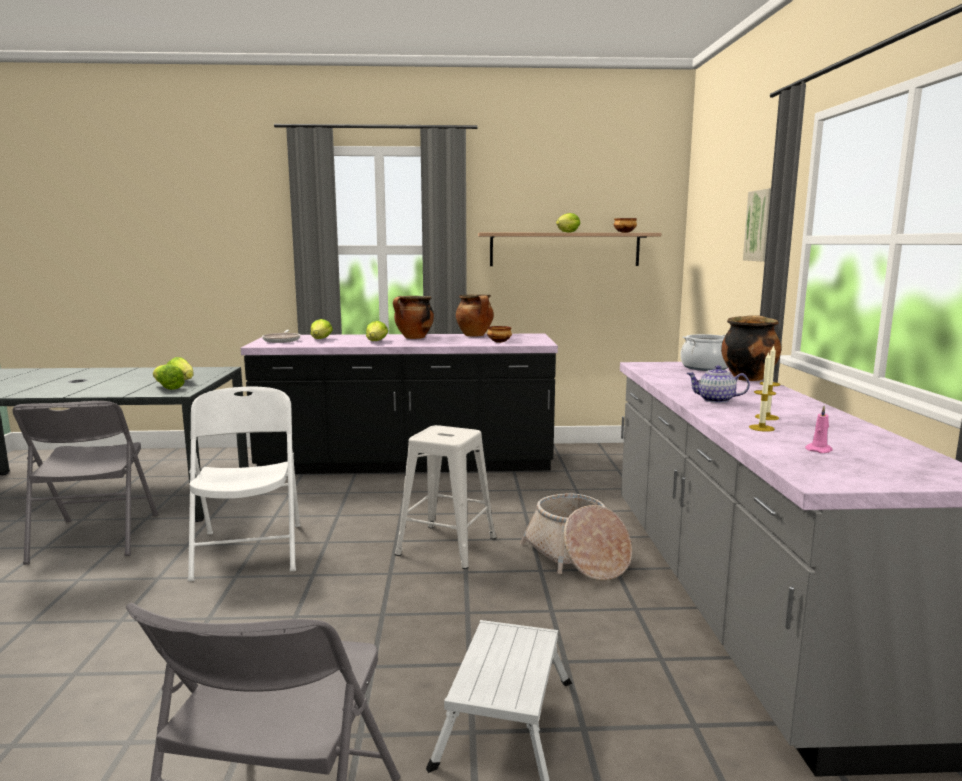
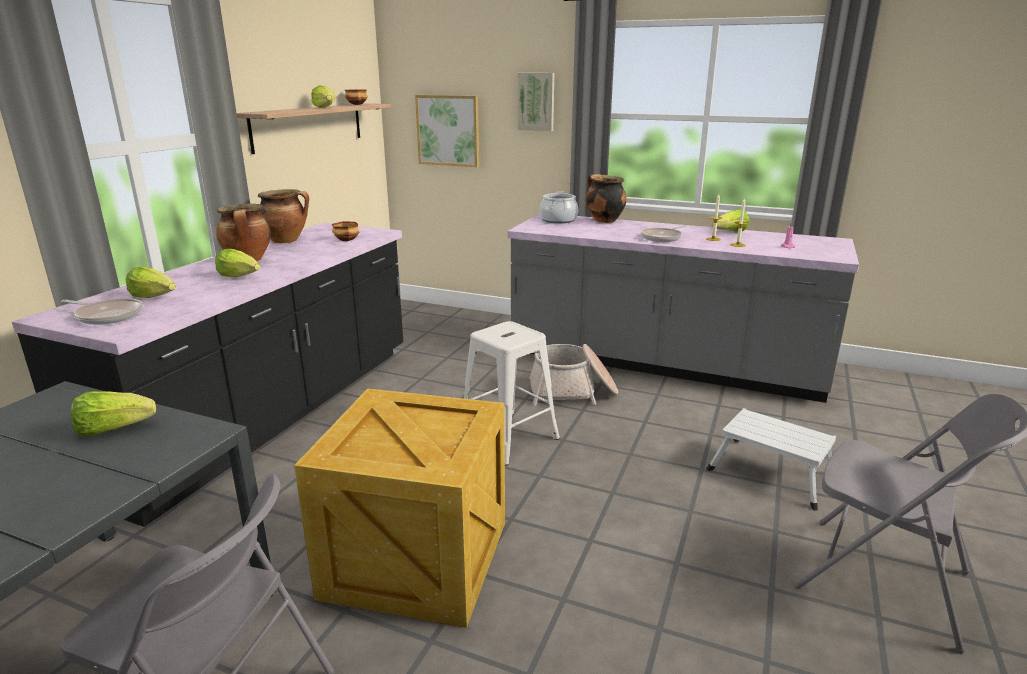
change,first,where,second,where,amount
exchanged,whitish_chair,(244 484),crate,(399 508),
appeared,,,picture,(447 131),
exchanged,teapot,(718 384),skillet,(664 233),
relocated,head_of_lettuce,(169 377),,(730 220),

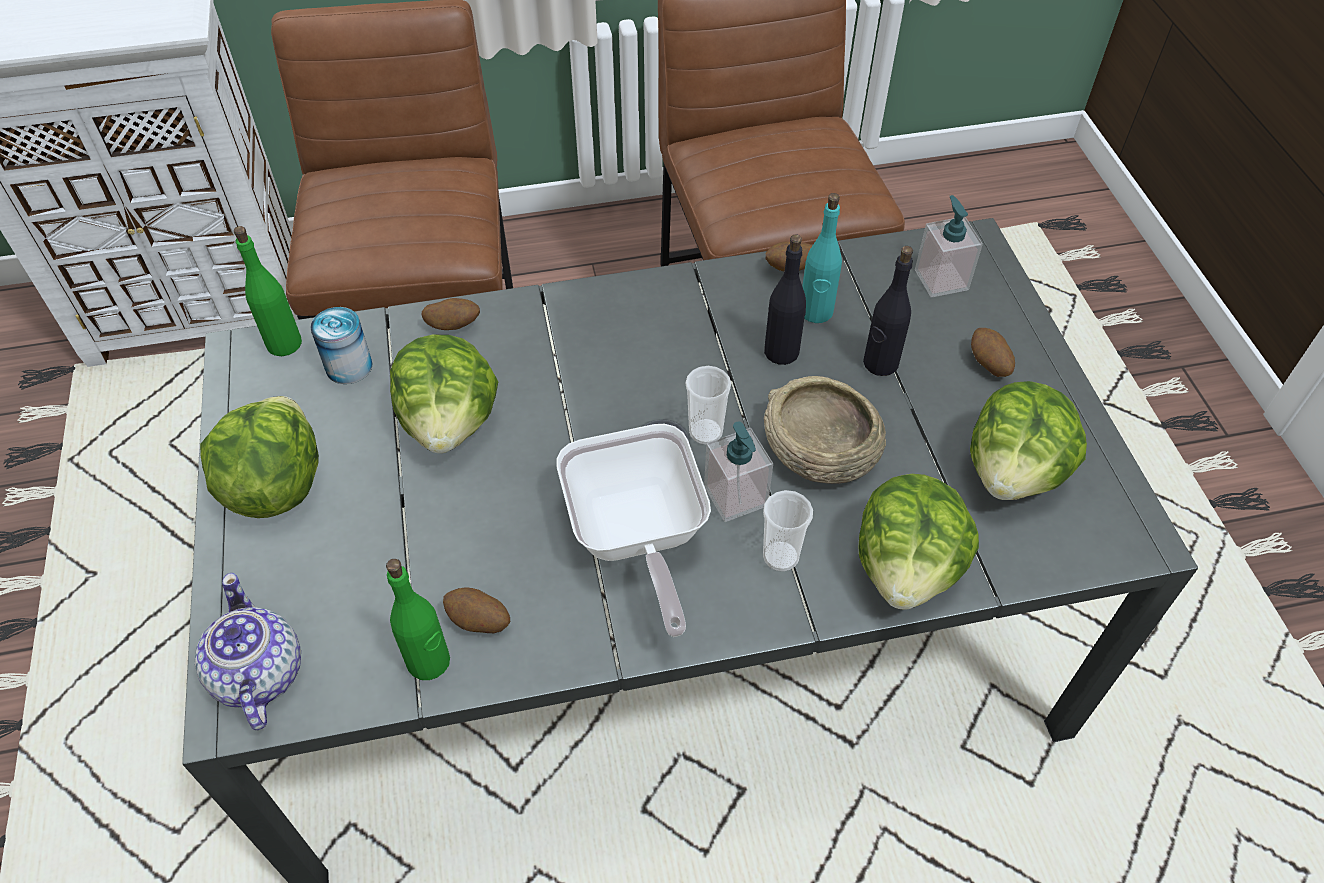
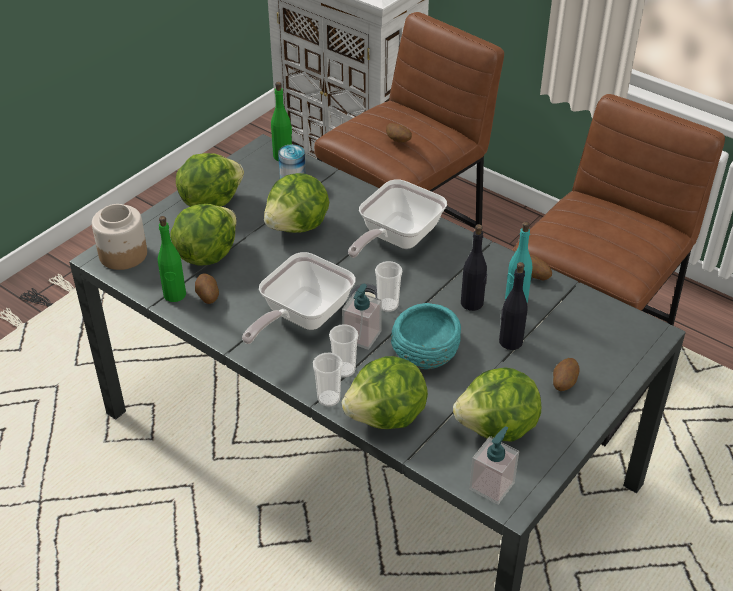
change,first,where,second,where,amount
exchanged,teapot,(247 651),jar,(119 237),
appeared,,,head_of_lettuce,(203 235),
appeared,,,small_cup,(328 380),
appeared,,,skillet,(397 218),
relocated,whole_potato,(451 314),,(399 133),
colour,beige-coloured_serving_bowl,(825 430),turquoise-coloured_serving_bowl,(426 336),
relocated,liquid_soap_bottle,(949 246),,(494 465),

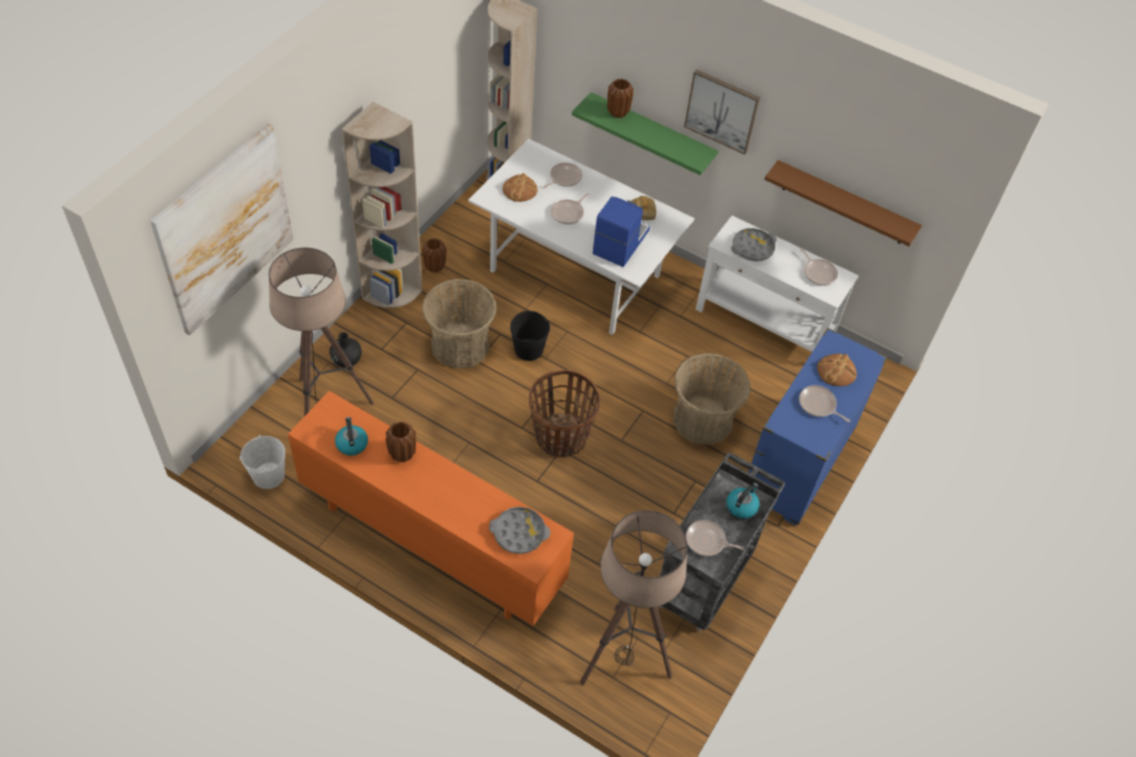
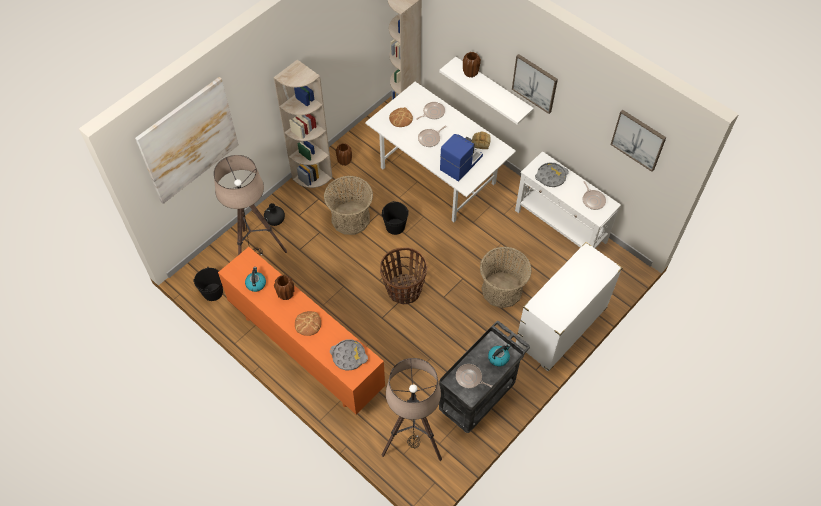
change,first,where,second,where,amount
colour,whitish_bucket,(262 462),black-coloured_bucket,(208 284),
relocated,bakery_bread,(837 370),,(308 323),
colour,greenish_bracket_shelf,(645 133),whitish_bracket_shelf,(486 91),
colour,blue-coloured_drawer_chest,(818 427),whitish_drawer_chest,(569 306),
appeared,,,picture,(638 141),
missing,brown-coloured_bracket_shelf,(843 203),,,
missing,skillet,(824 403),,,

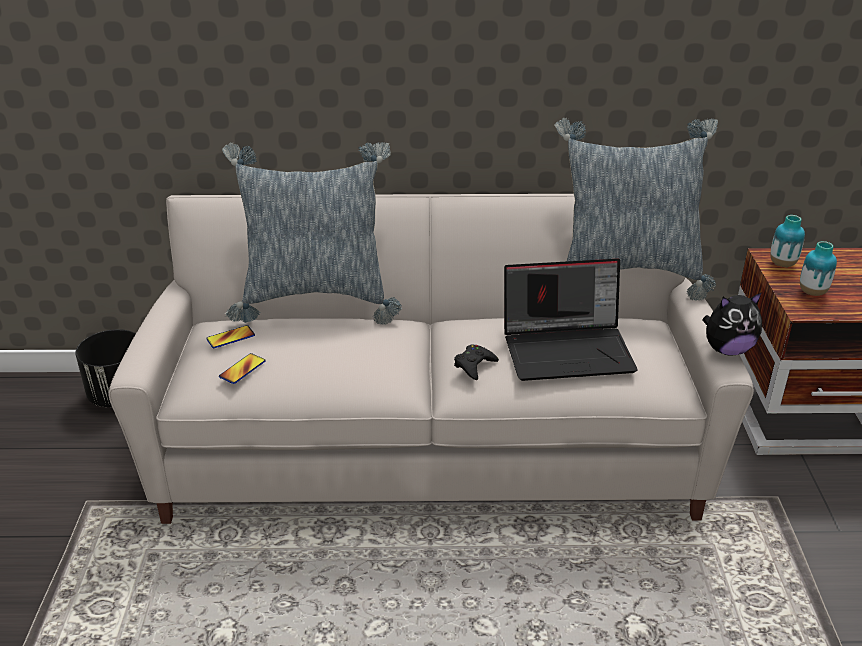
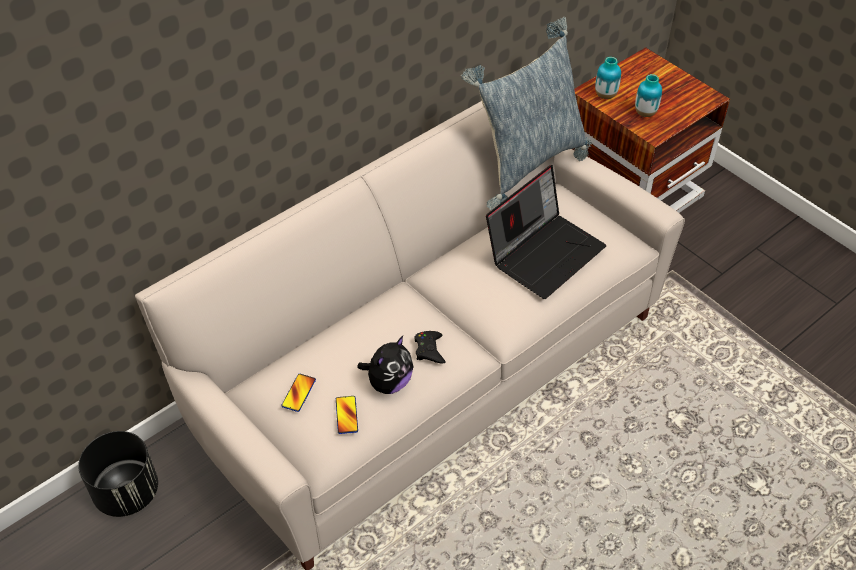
change,first,where,second,where,amount
relocated,cuddly_toy,(732 323),,(385 365),
relocated,black-coloured_joypad,(476 362),,(429 347),
missing,throw_pillow,(312 233),,,

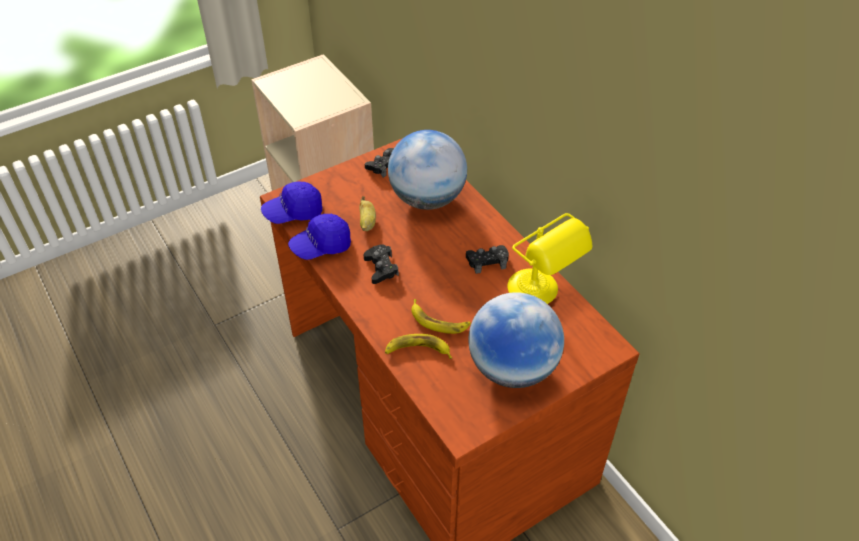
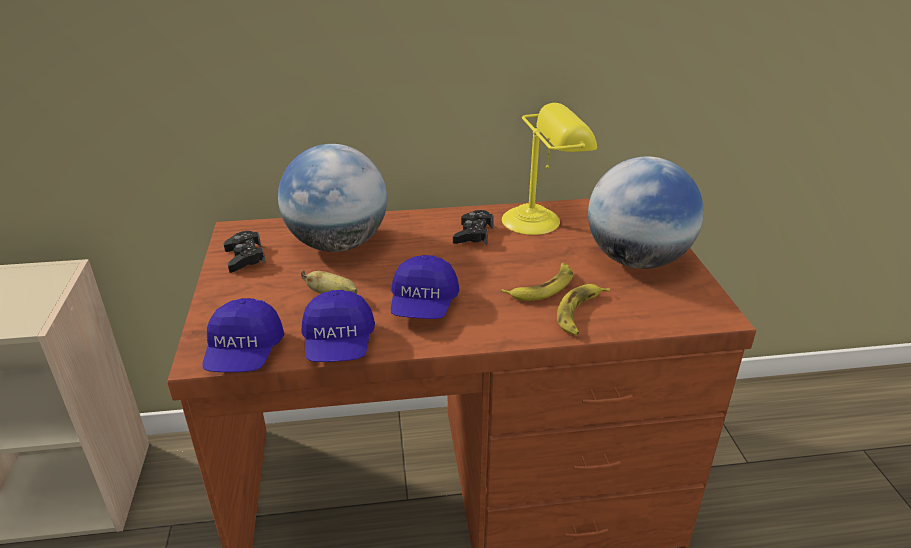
change,first,where,second,where,amount
exchanged,black-coloured_joypad,(381 264),blue-coloured_cap,(425 287),

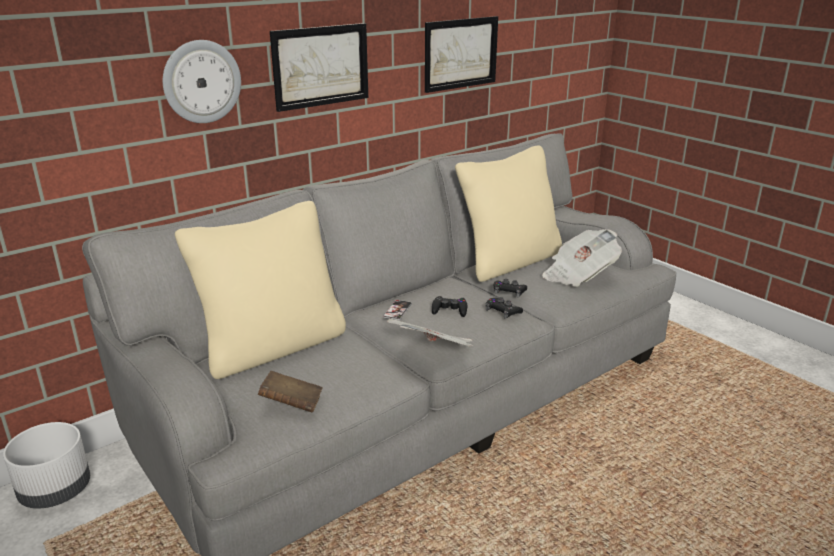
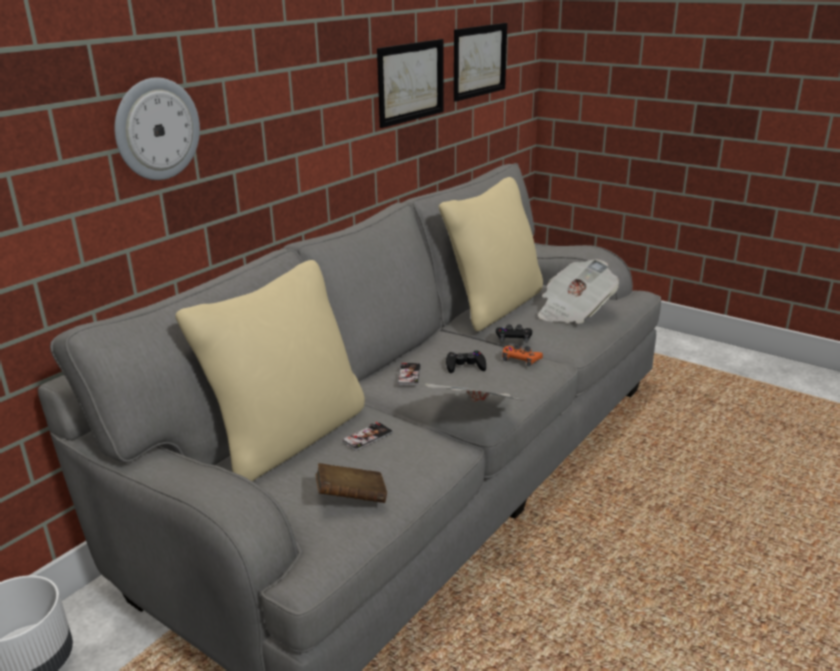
change,first,where,second,where,amount
appeared,,,handset,(367 436),
relocated,picture,(319 67),,(480 62),
colour,black-coloured_joypad,(504 308),orange_joypad,(523 355),

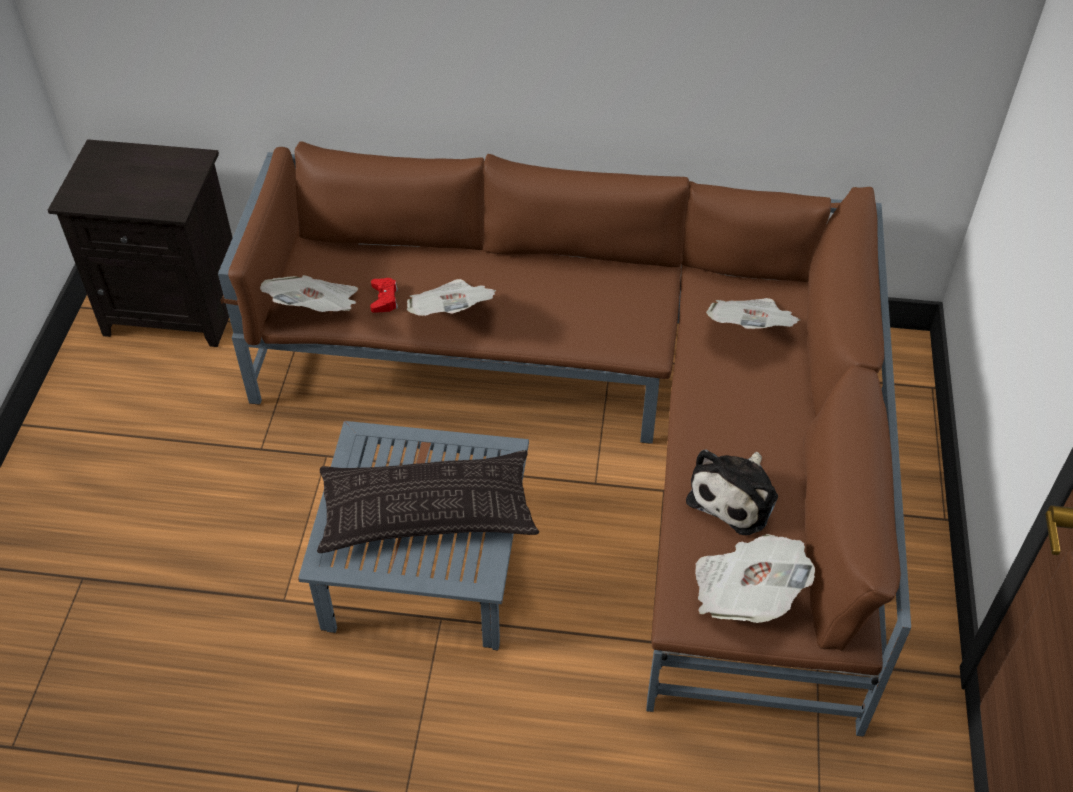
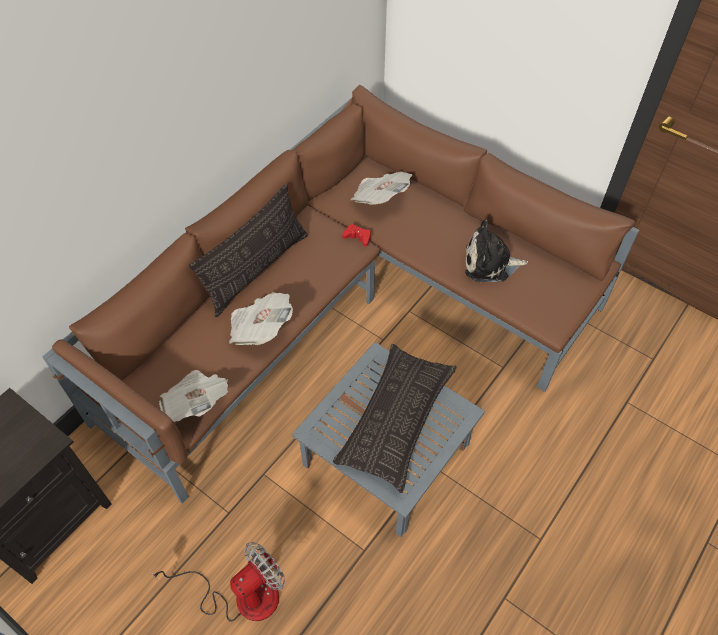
change,first,where,second,where,amount
appeared,,,cooling_fan,(217 582),
appeared,,,throw_pillow,(248 250),
relocated,red_joypad,(384 295),,(356 235),
spun,cuddly_toy,(732 492),,(496 251),120 degrees clockwise
missing,daily_paper,(755 578),,,

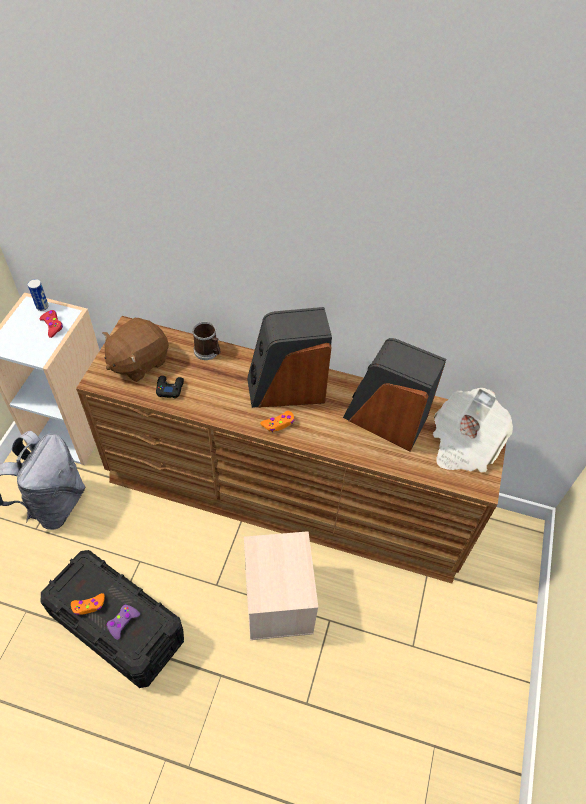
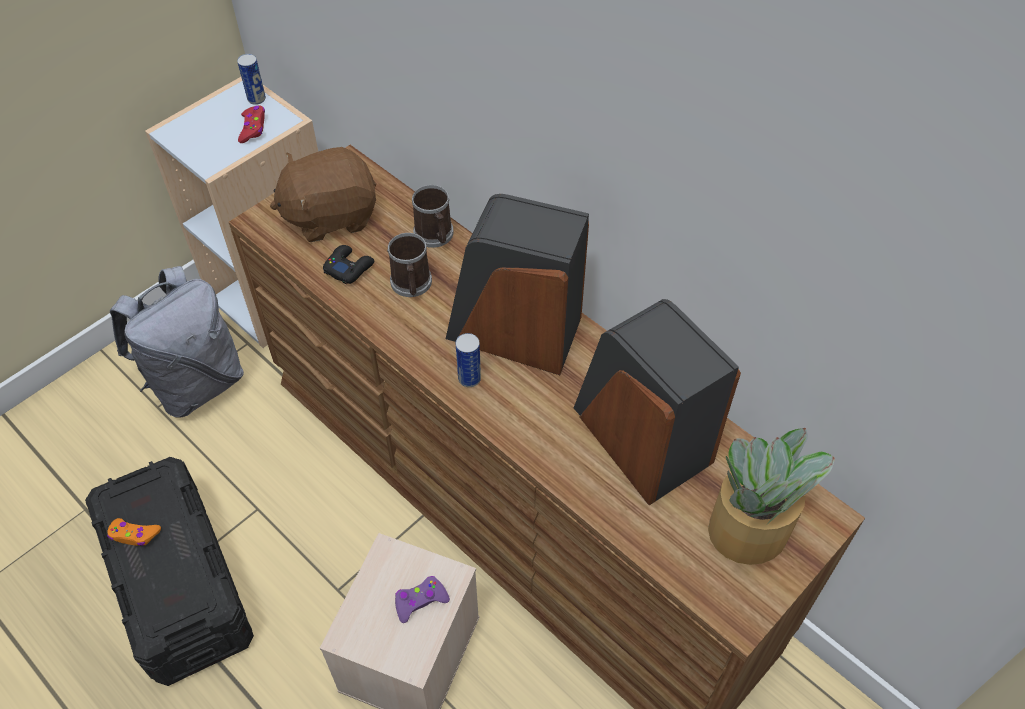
change,first,where,second,where,amount
appeared,,,coffee_mug,(409 265),
relocated,purple_joypad,(123 622),,(422 599),
exchanged,orange_joypad,(277 421),sealed_can,(468 360),
exchanged,daily_paper,(473 430),potted_plant,(771 496),

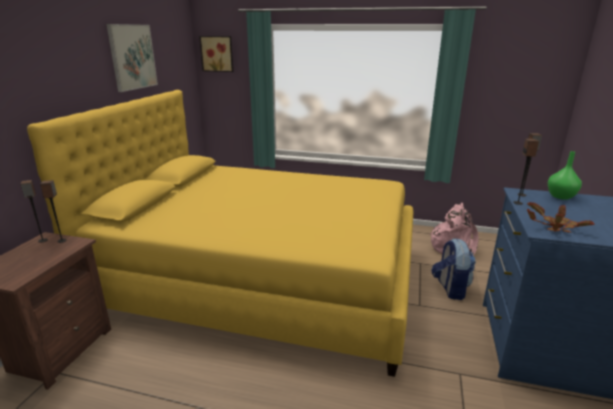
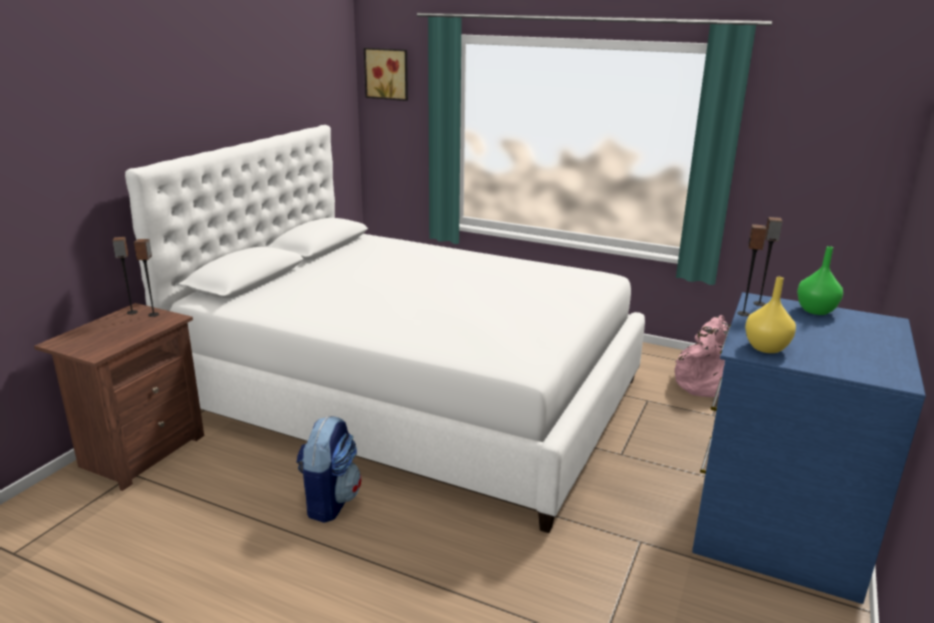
change,first,where,second,where,amount
colour,yellow-coloured_bedroom_bed,(220 233),whitish_bedroom_bed,(385 329),
relocated,knapsack,(453 269),,(329 469),
exchanged,potted_plant,(560 217),yellow-coloured_flower_vase,(770 315),
missing,picture,(132 58),,,

